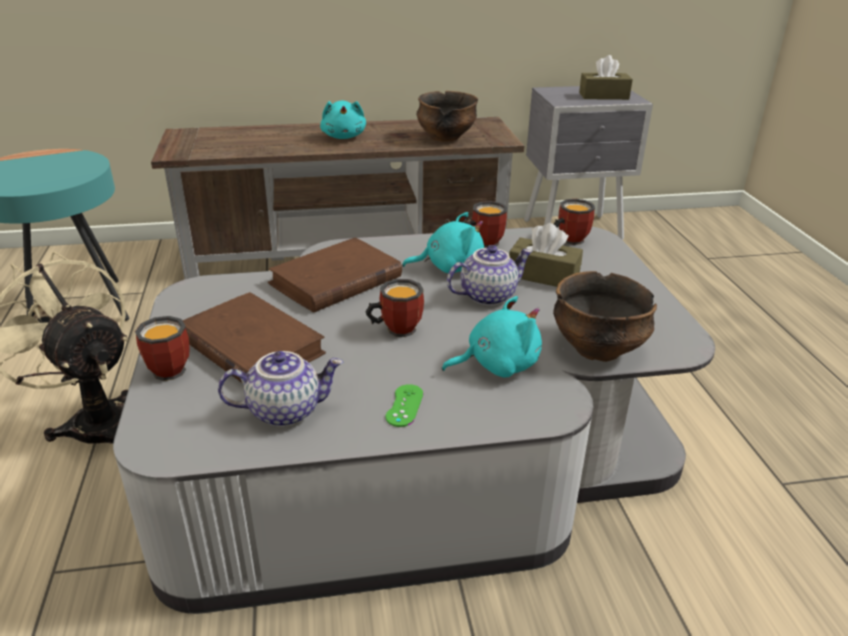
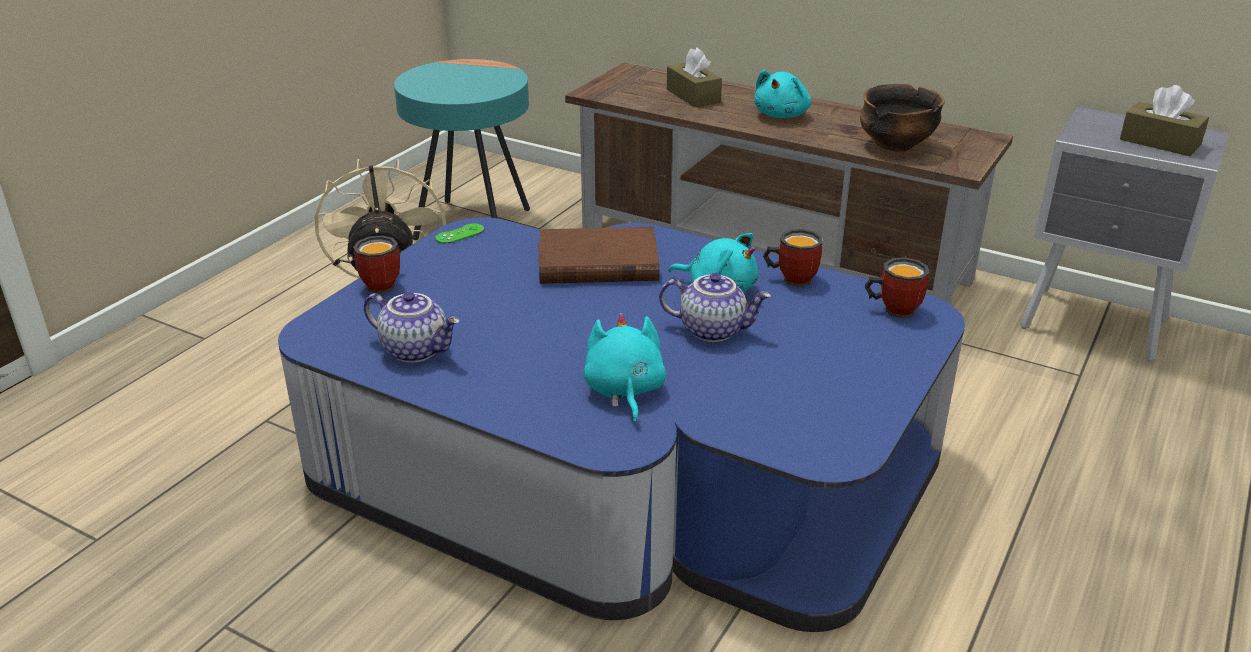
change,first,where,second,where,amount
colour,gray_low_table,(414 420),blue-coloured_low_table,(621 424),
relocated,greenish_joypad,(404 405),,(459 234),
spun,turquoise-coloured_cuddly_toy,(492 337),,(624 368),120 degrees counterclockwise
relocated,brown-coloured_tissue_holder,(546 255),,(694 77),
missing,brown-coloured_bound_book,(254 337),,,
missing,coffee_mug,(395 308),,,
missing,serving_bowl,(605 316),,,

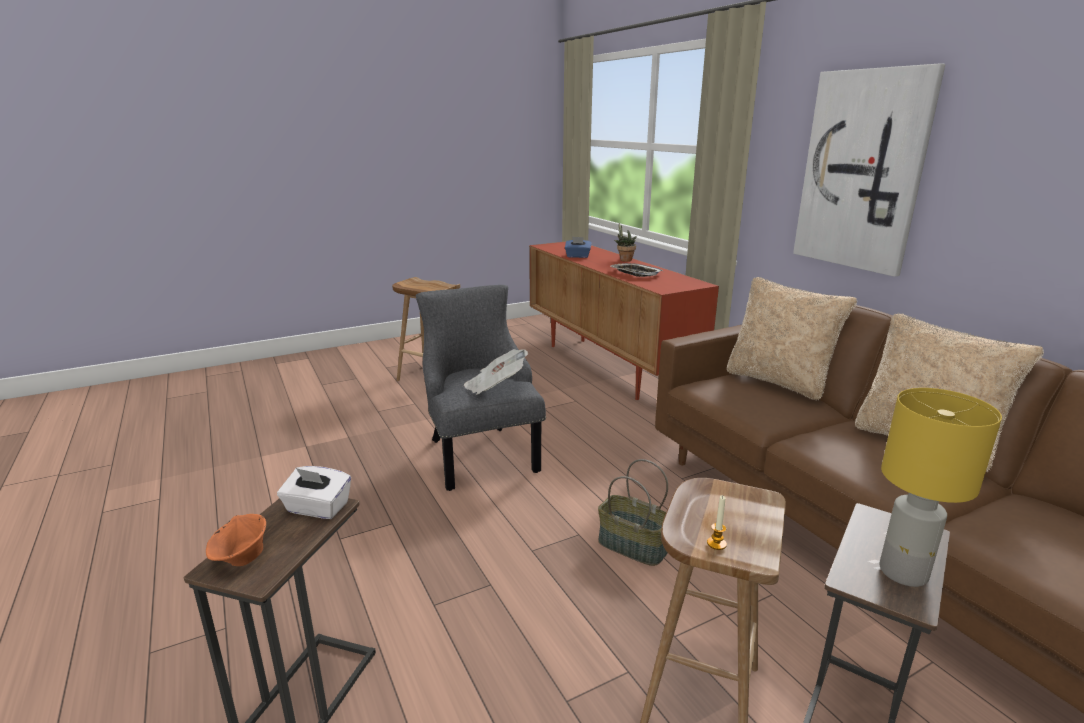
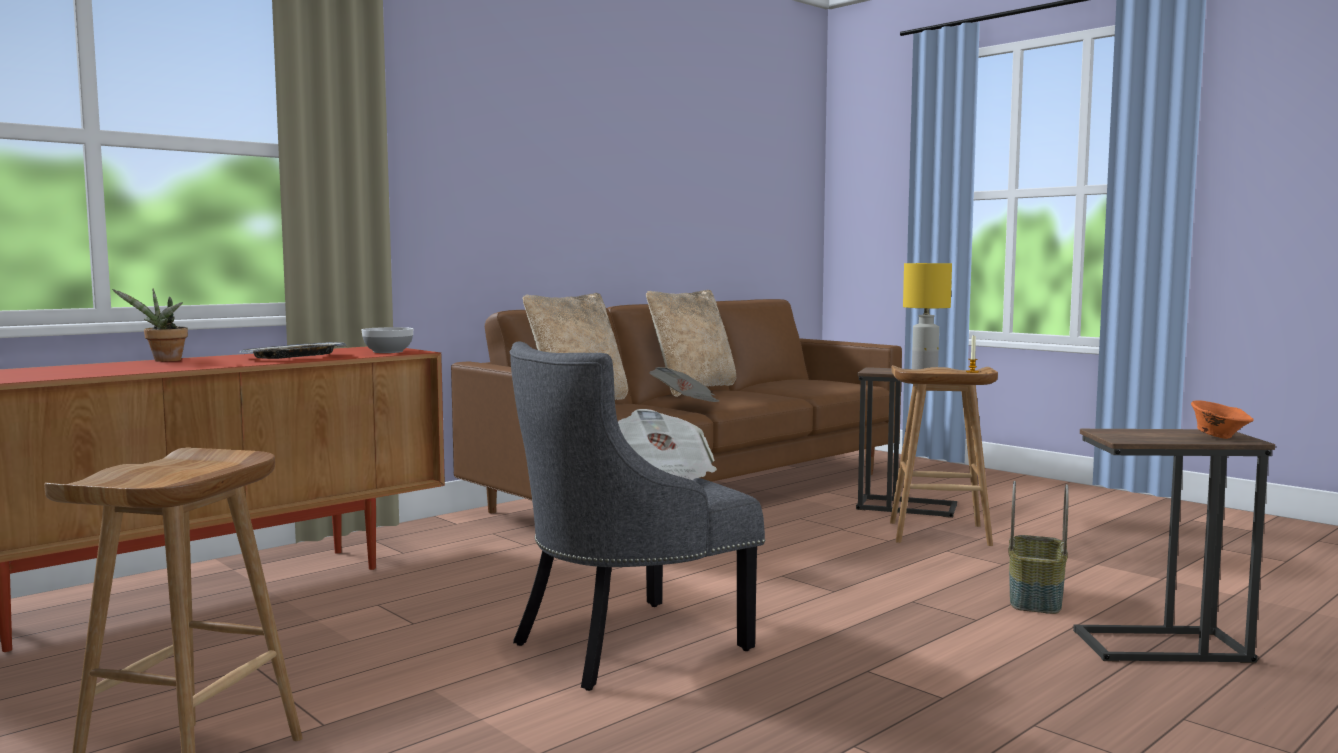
change,first,where,second,where,amount
appeared,,,serving_bowl,(387 340),
appeared,,,daily_paper,(684 384),
relocated,household_basket,(633 512),,(1039 547),
missing,whitish_tissue_holder,(314 492),,,
missing,blue-coloured_tissue_holder,(578 247),,,
missing,picture,(869 170),,,

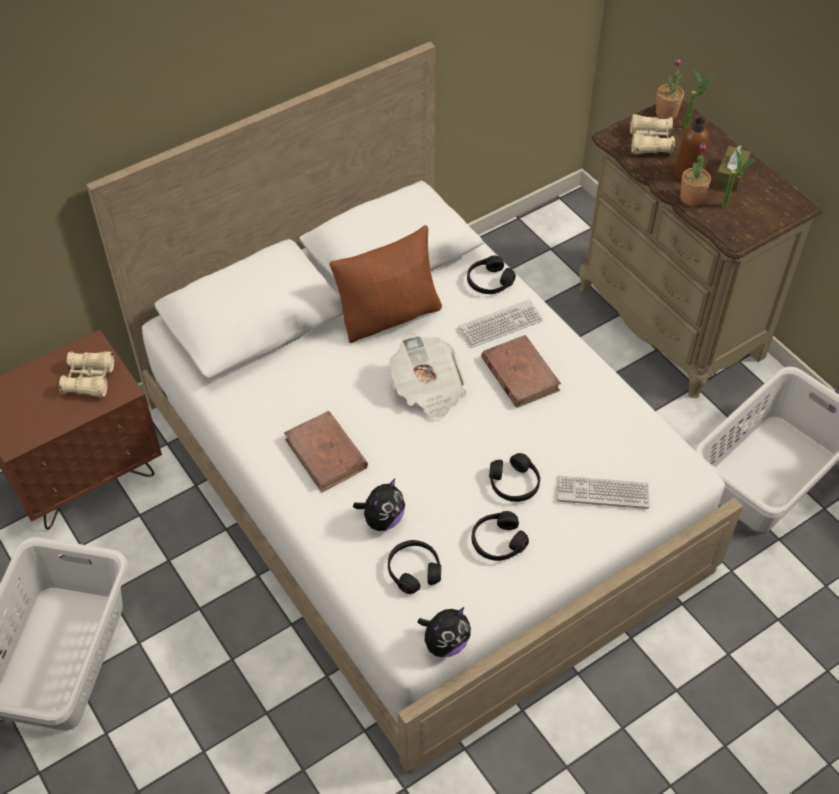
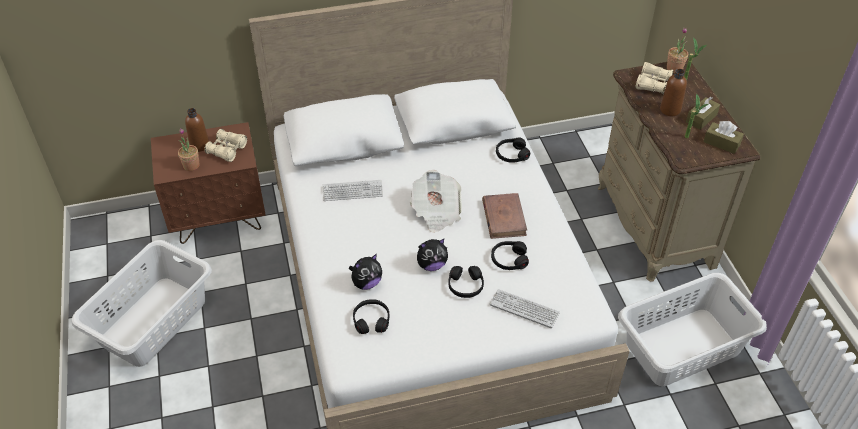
change,first,where,second,where,amount
relocated,potted_plant,(695 174),,(189 149),
appeared,,,brown-coloured_beverage_bottle,(197 130),
relocated,computer_keyboard,(500 323),,(352 190),
relocated,cuddly_toy,(444 632),,(432 255),
relocated,black-coloured_headphones,(500 536),,(510 255),
appeared,,,brown-coloured_tissue_holder,(723 137),
missing,brown-coloured_bound_book,(326 452),,,
missing,brown-coloured_throw_pillow,(385 284),,,

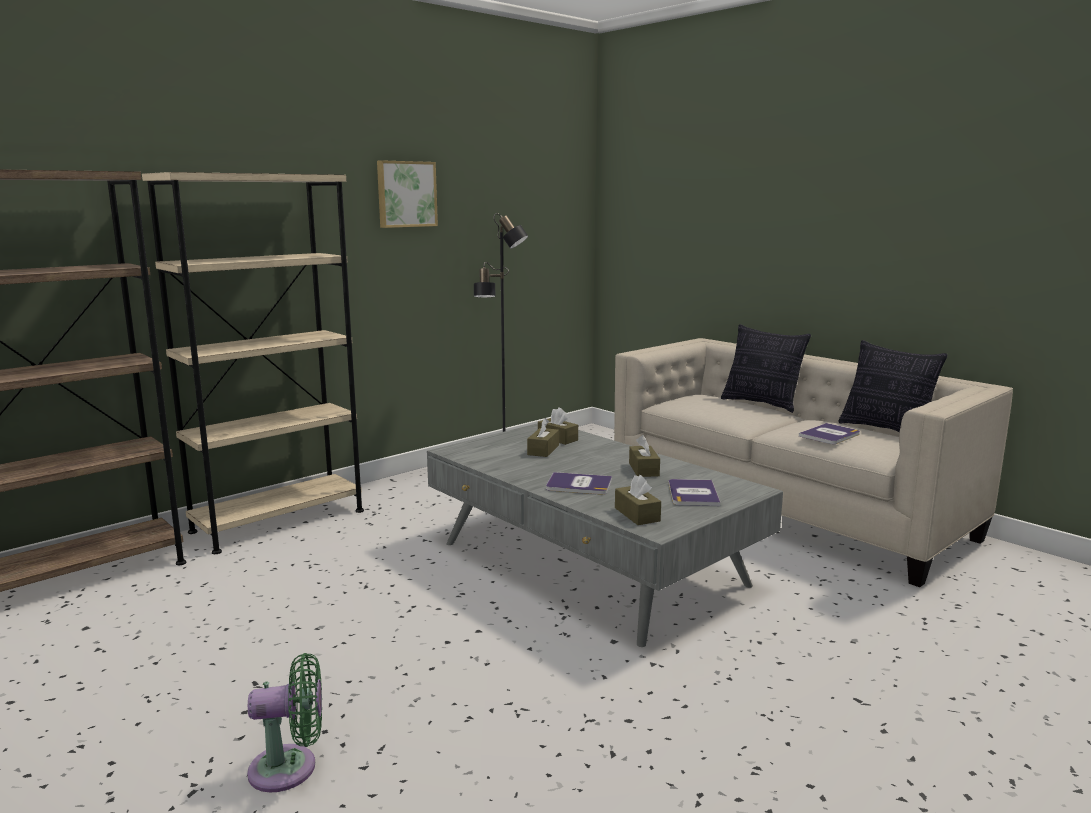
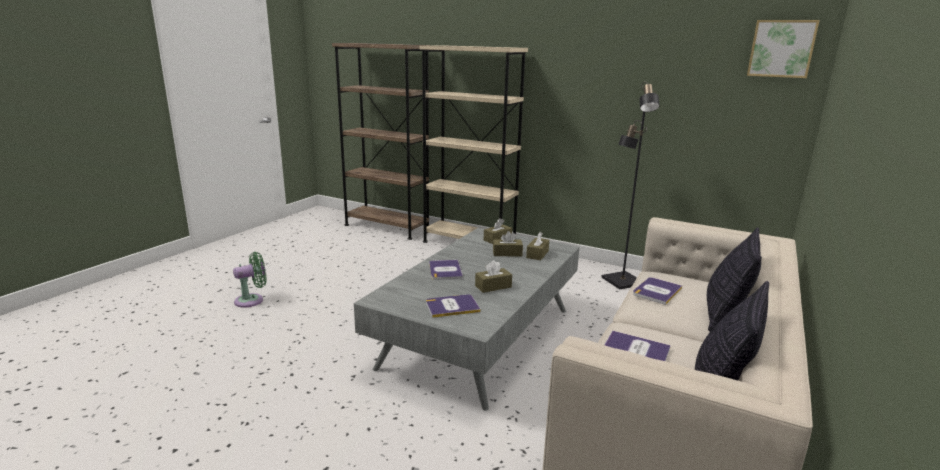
change,first,where,second,where,amount
spun,greenish_cooling_fan,(284 722),,(249 280),90 degrees counterclockwise
relocated,brown-coloured_tissue_holder,(638 500),,(498 231),
appeared,,,bound_book,(657 291),
relocated,picture,(407 194),,(783 49),

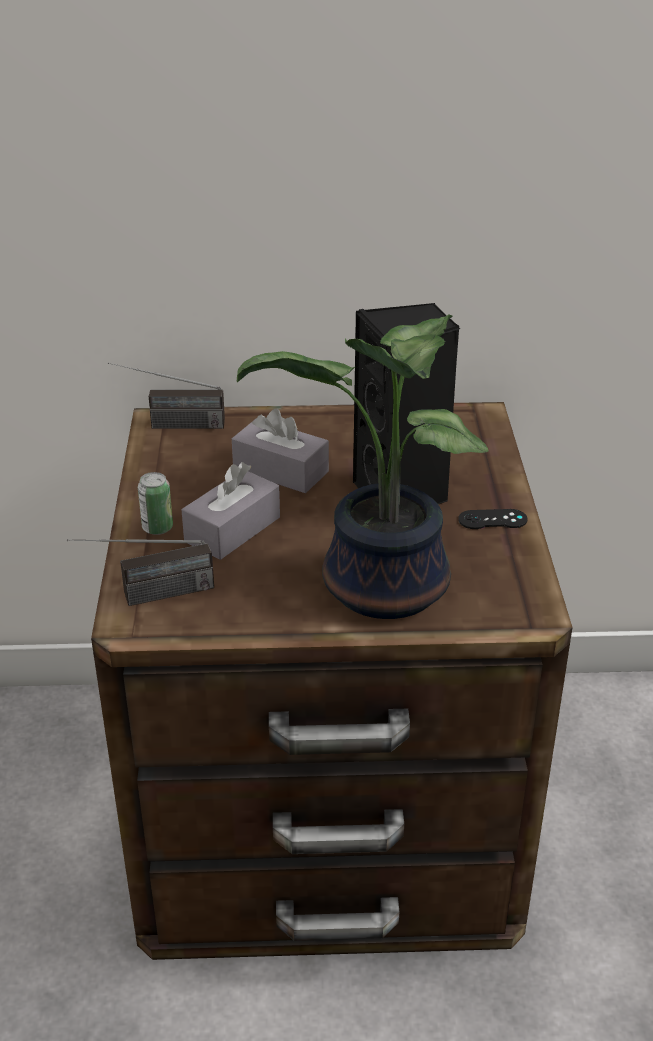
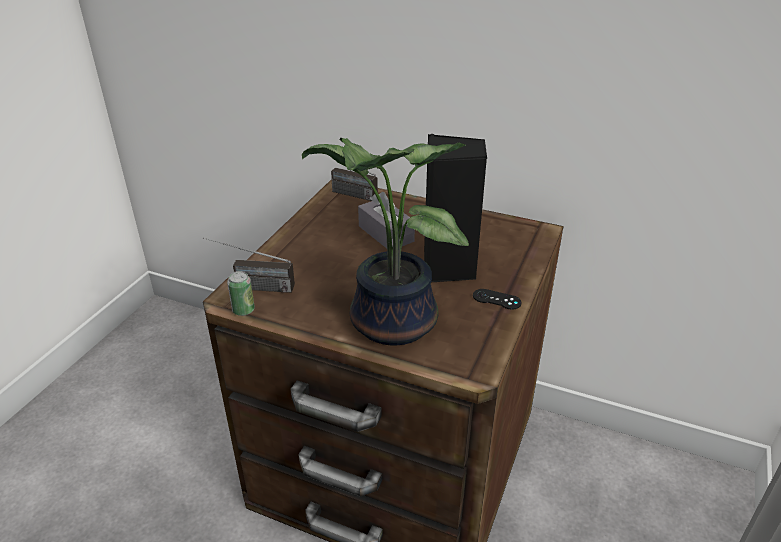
change,first,where,second,where,amount
relocated,sealed_can,(155 503),,(241 293),
missing,gray_tissue_holder,(230 511),,,

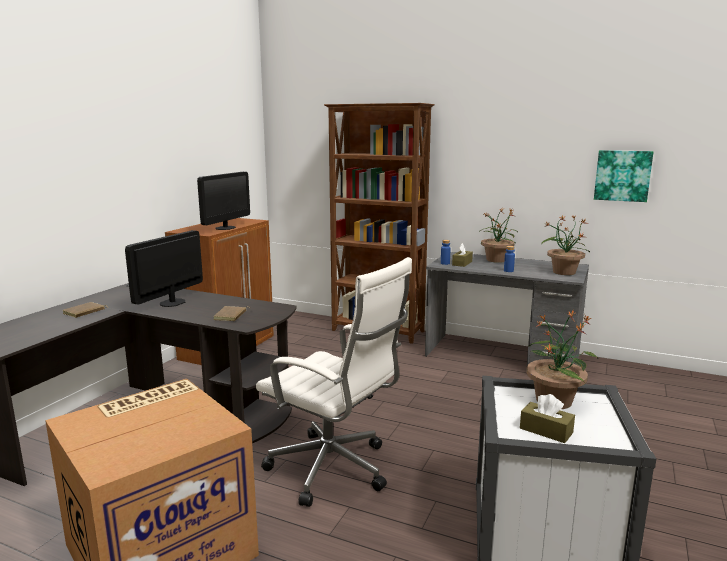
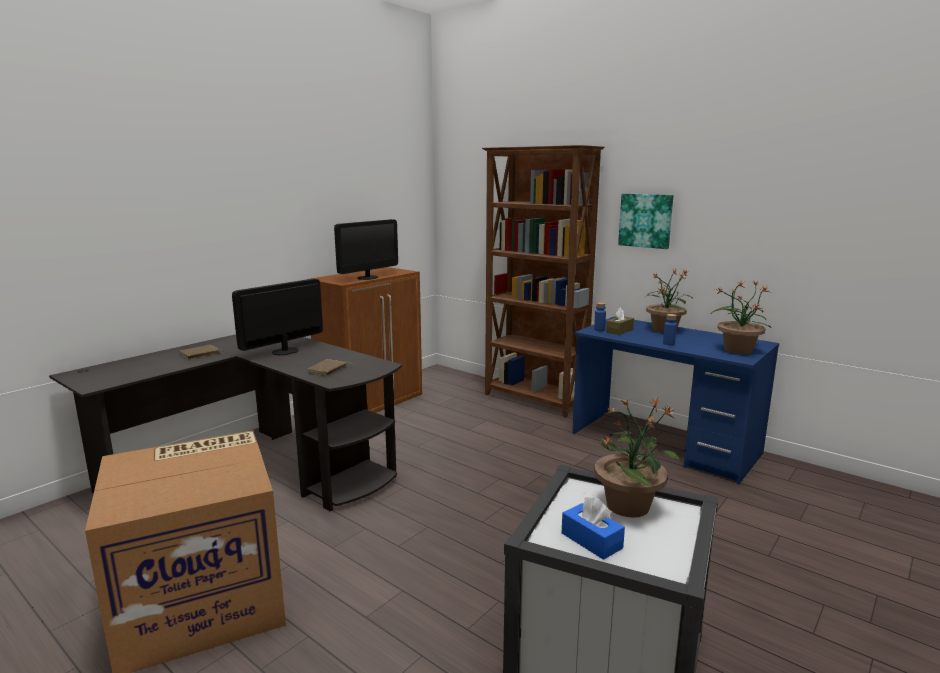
change,first,where,second,where,amount
colour,brown-coloured_tissue_holder,(547 418),blue-coloured_tissue_holder,(593 528),
colour,gray_desk,(507 313),blue-coloured_desk,(675 400),
relocated,picture,(623 176),,(646 221),
missing,whitish_computer_chair,(334 382),,,

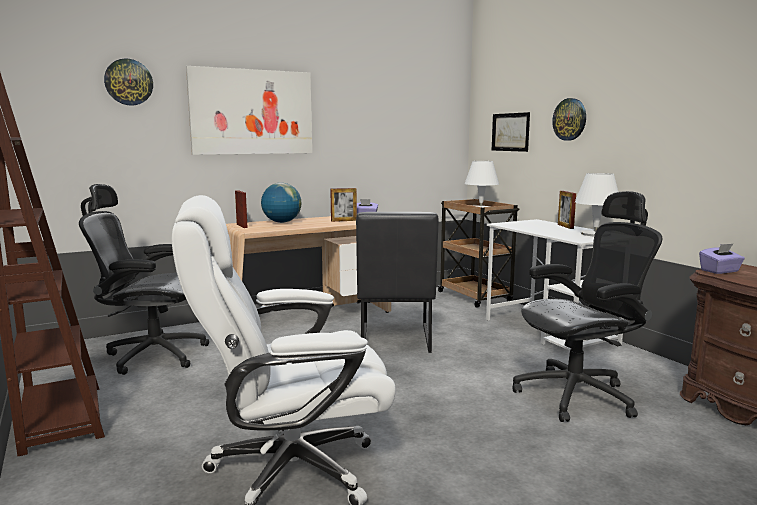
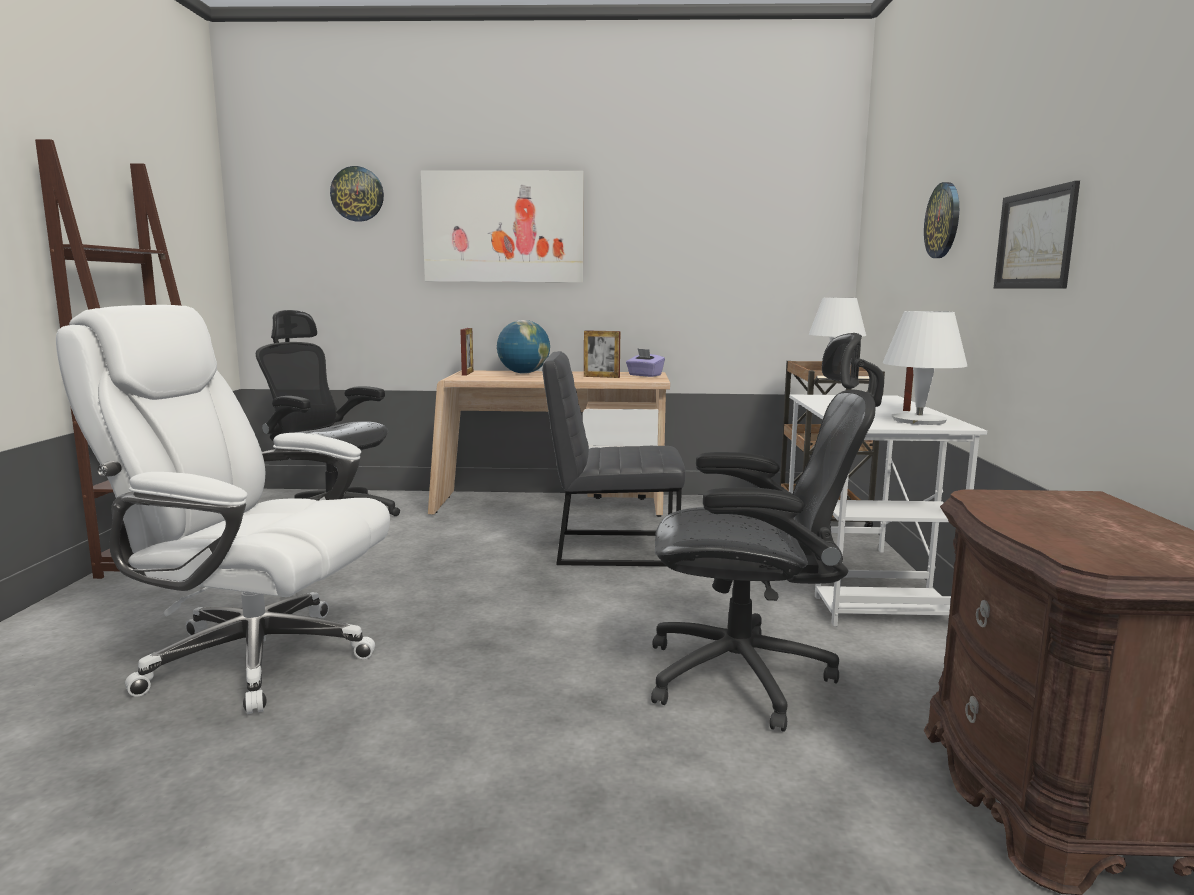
change,first,where,second,where,amount
spun,gray_chair,(397 282),,(613 458),60 degrees clockwise
relocated,picture,(511 132),,(1037 234),
missing,purple_tissue_holder,(722 258),,,

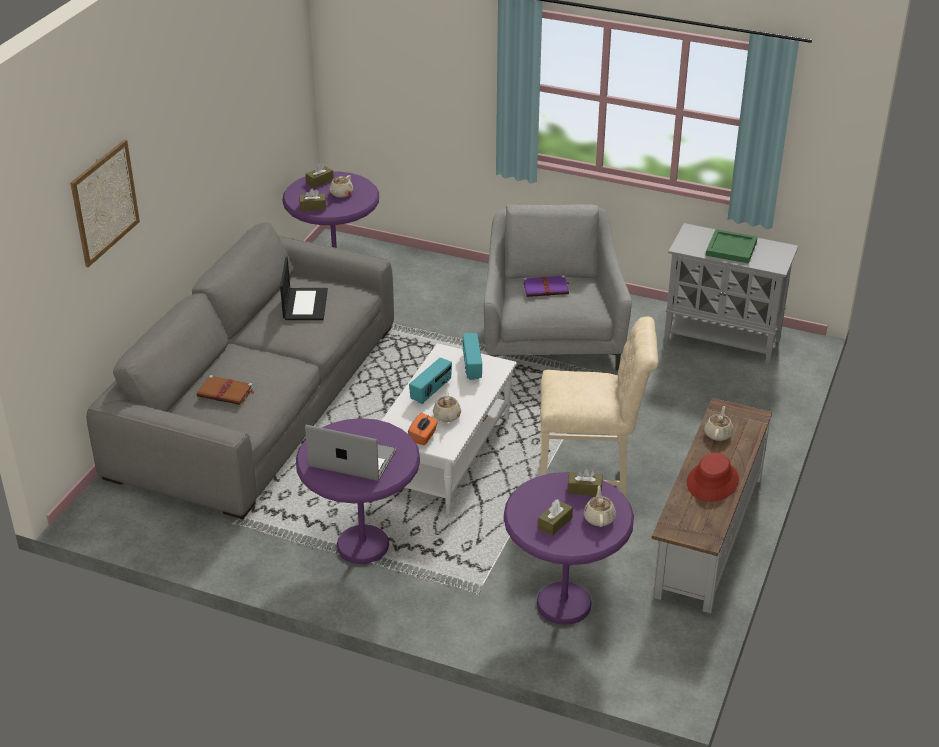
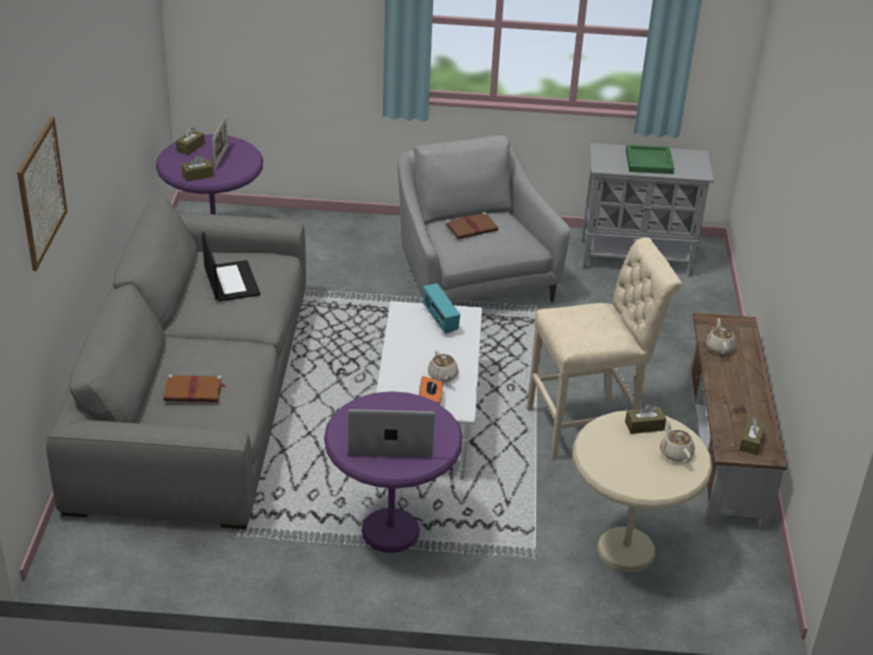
change,first,where,second,where,amount
exchanged,beige-coloured_teapot,(341 186),photo_frame,(220 143),
colour,purple_bound_book,(546 286),brown-coloured_bound_book,(471 225),
colour,purple_end_table,(569 548),beige-coloured_end_table,(642 492),
relocated,brown-coloured_tissue_holder,(555 517),,(752 436),
missing,radio,(430 380),,,
missing,red_hat,(713 477),,,

